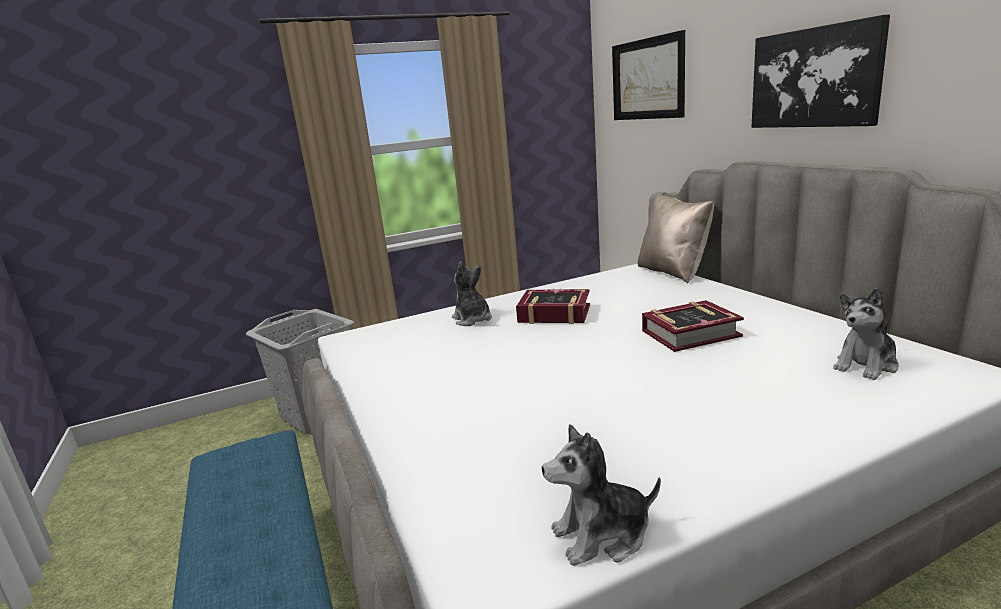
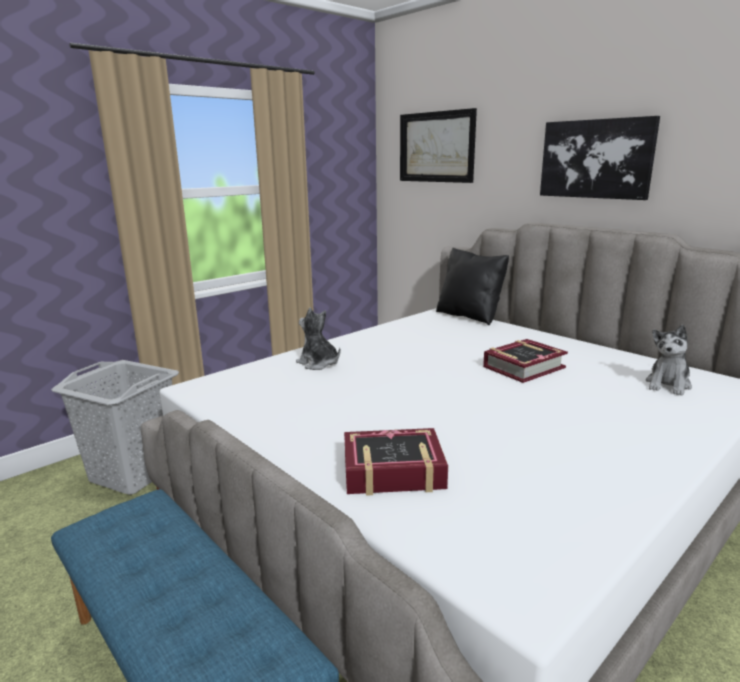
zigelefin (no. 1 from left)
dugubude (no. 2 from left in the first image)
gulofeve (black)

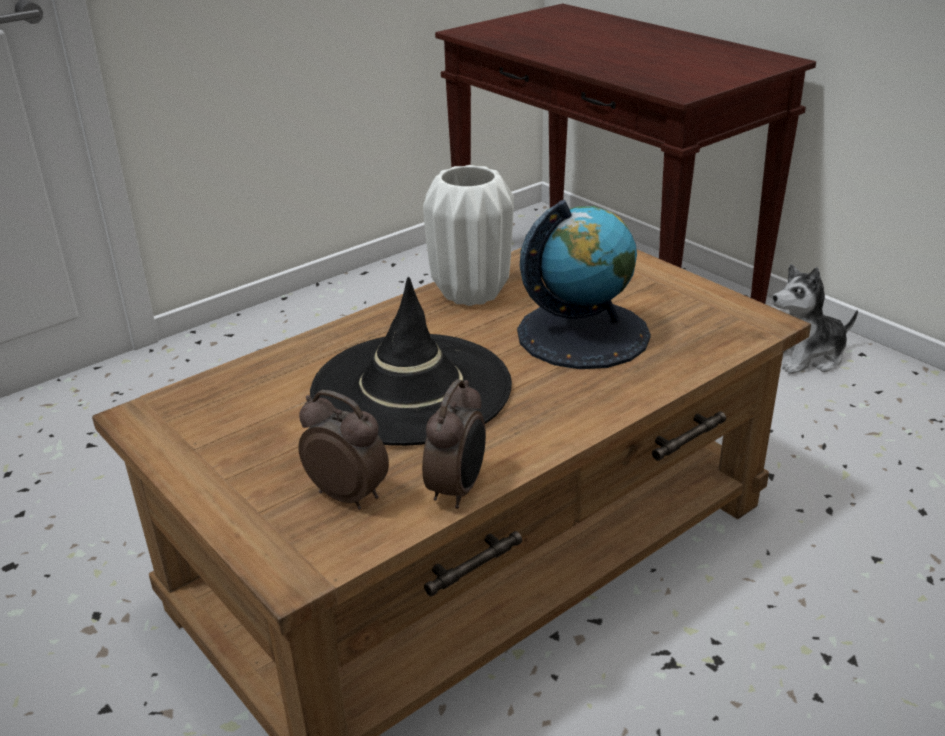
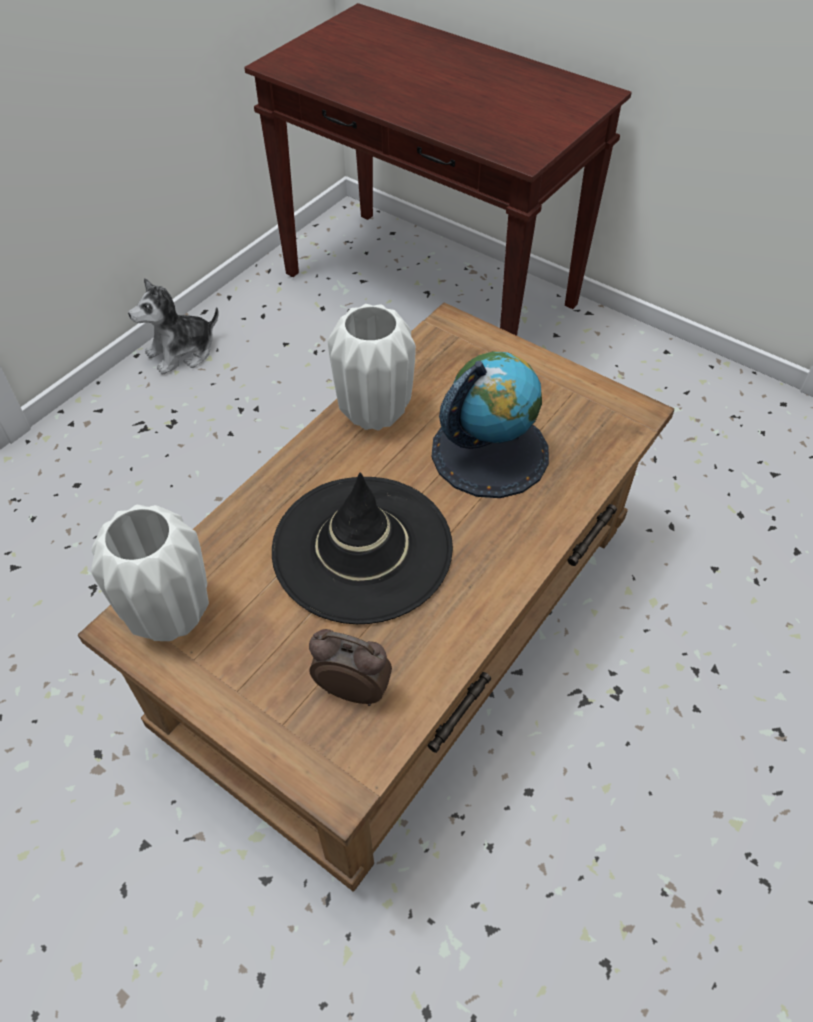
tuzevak (no. 2 from left in the first image)
dugubude
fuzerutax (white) (no. 1 from left)

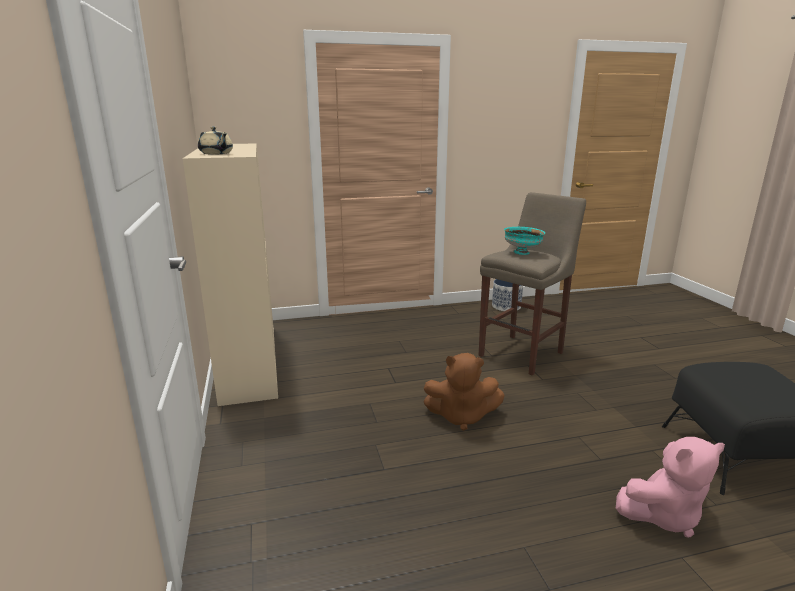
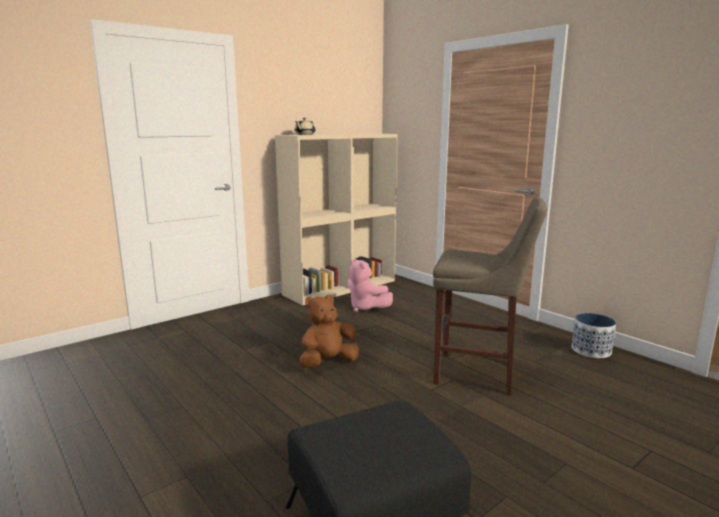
dugubude (brown)
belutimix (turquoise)
dugubude (pink)

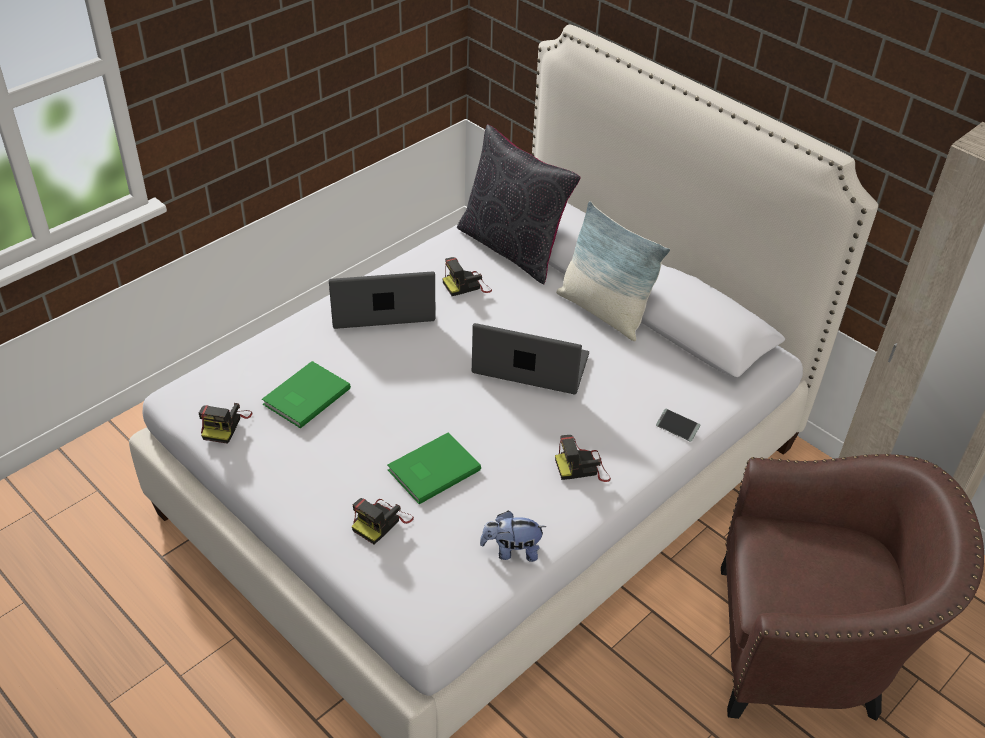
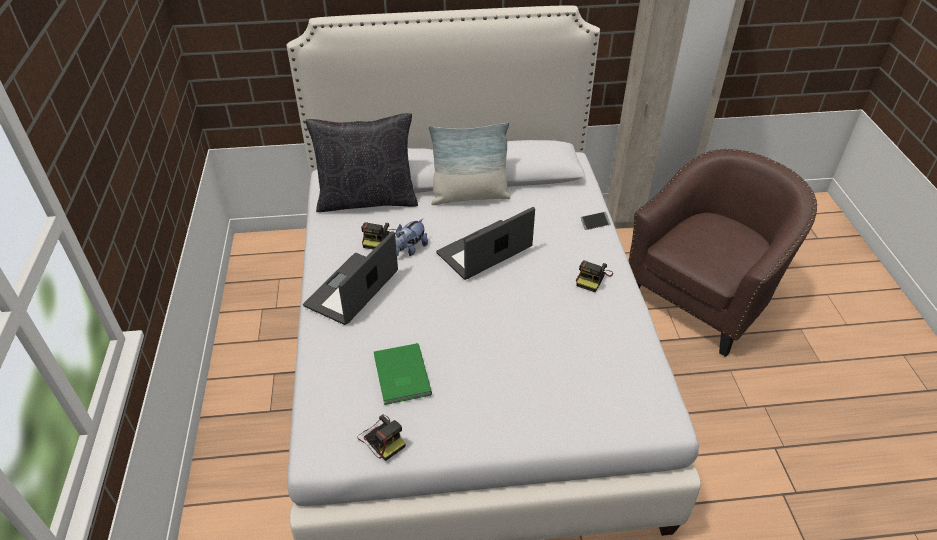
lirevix (no. 2 from left in the first image)
zigelefin (green) (no. 2 from left in the first image)
dugubude

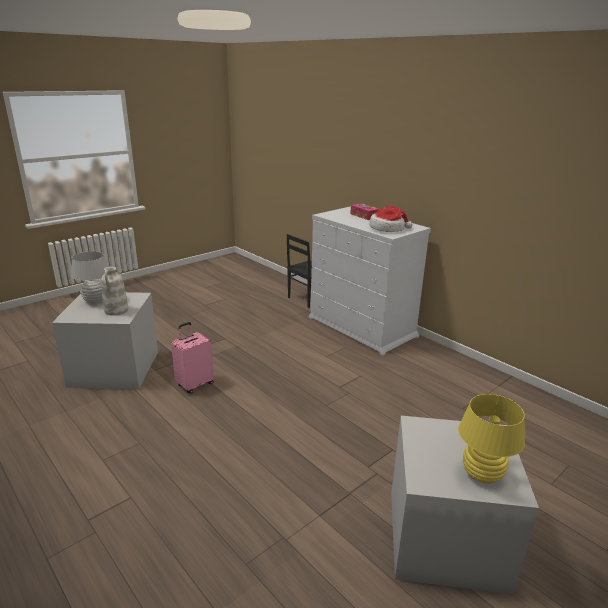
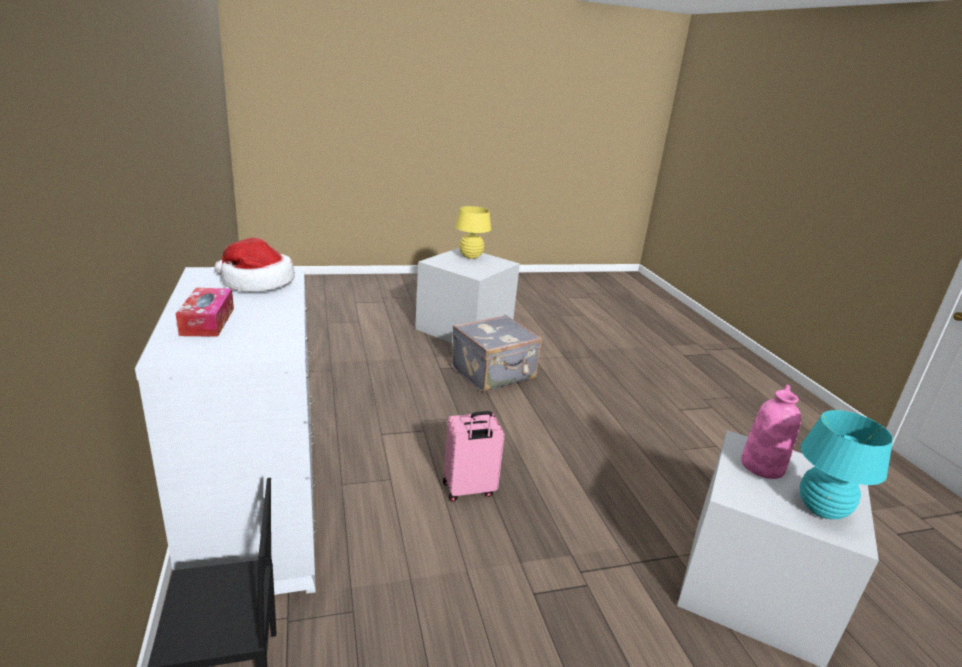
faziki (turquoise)
fuzerutax (pink)
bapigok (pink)
bapigok (grey)

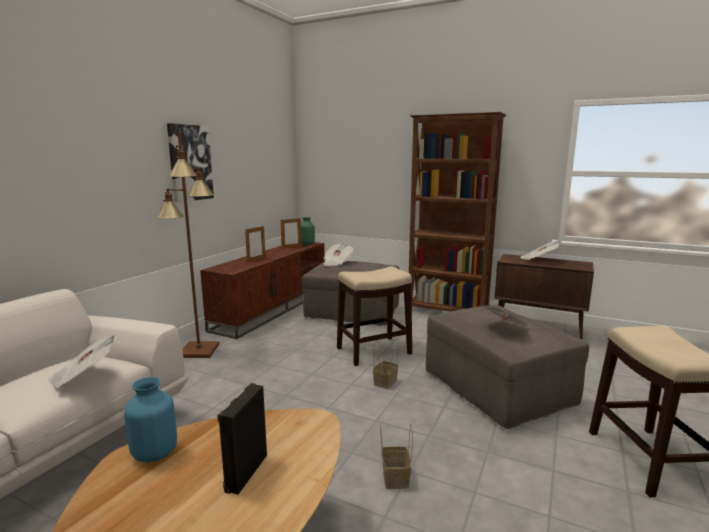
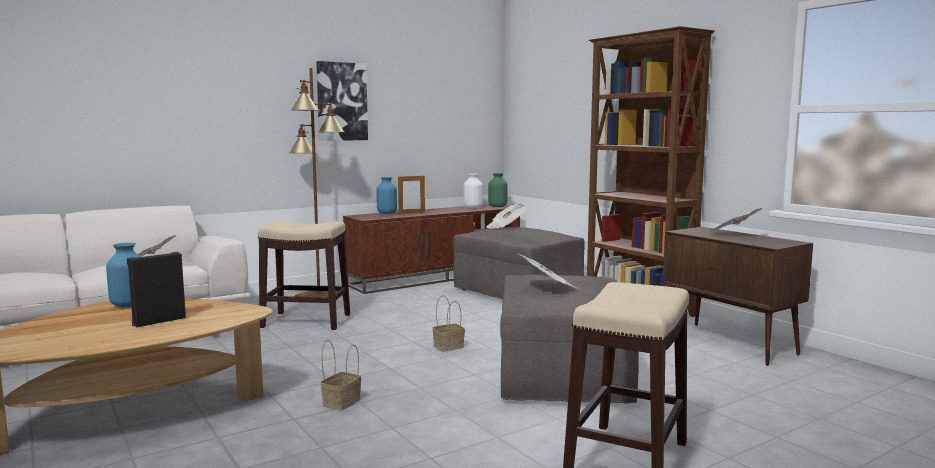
fuzerutax (white)
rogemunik (no. 1 from left)
fuzerutax (blue) (no. 2 from left)

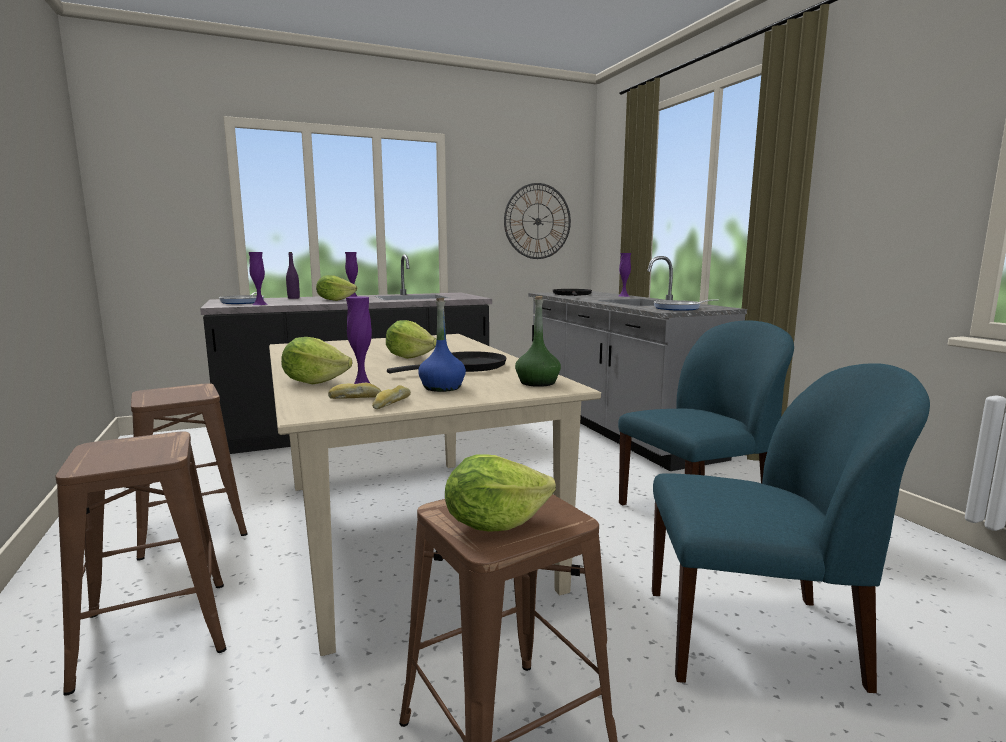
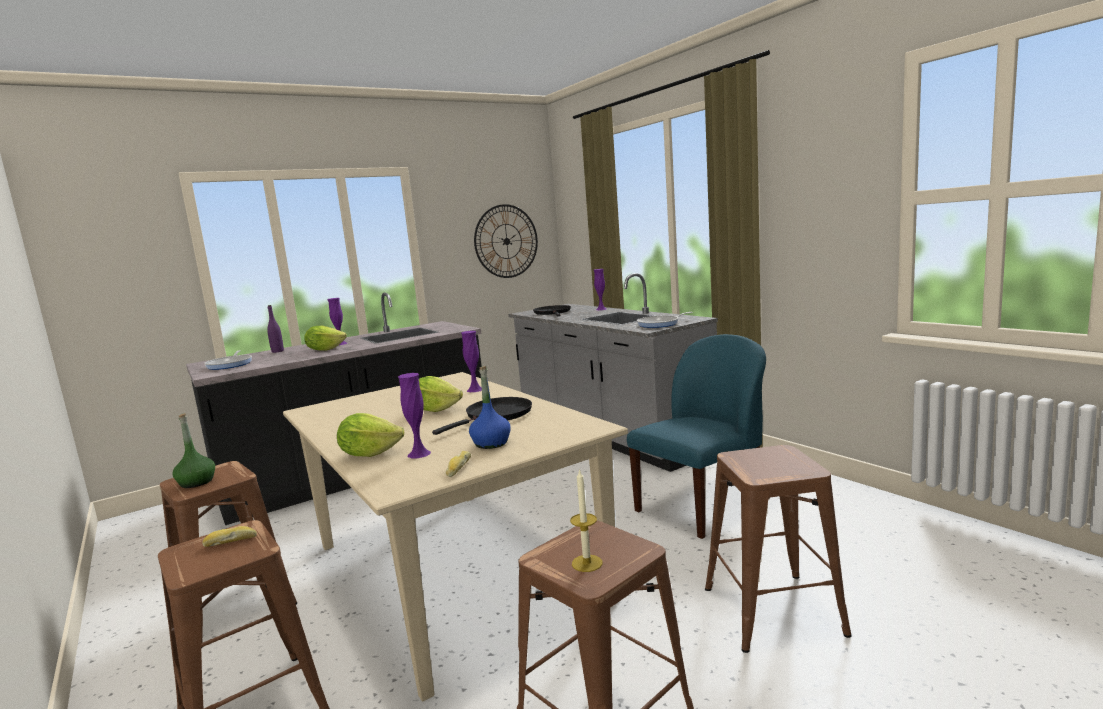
fuzerutax (purple) (no. 3 from left)
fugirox (no. 1 from left)
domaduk
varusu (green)
rogemunik (brown) (no. 4 from left)

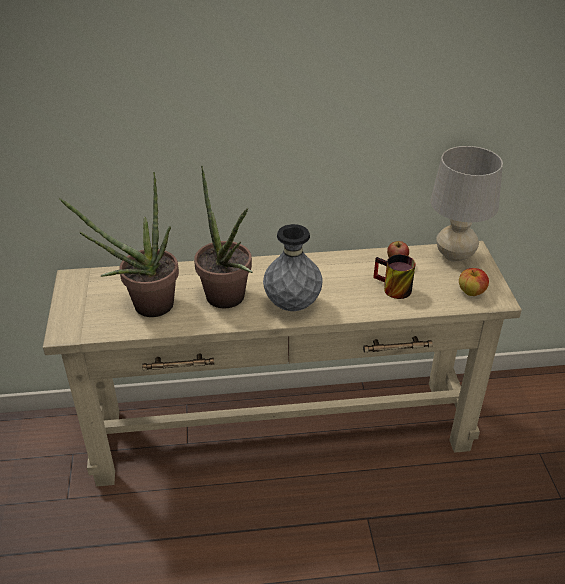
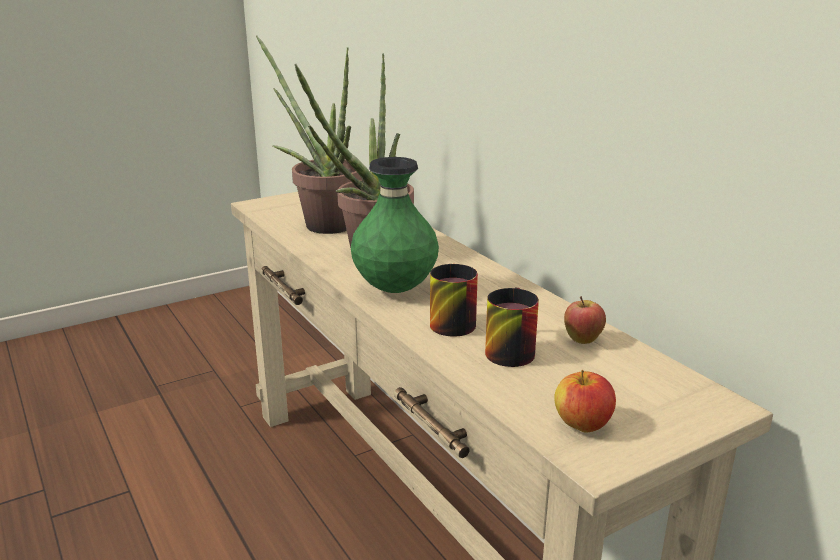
fuzerutax (green)
faziki (beige)
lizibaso (no. 1 from left)

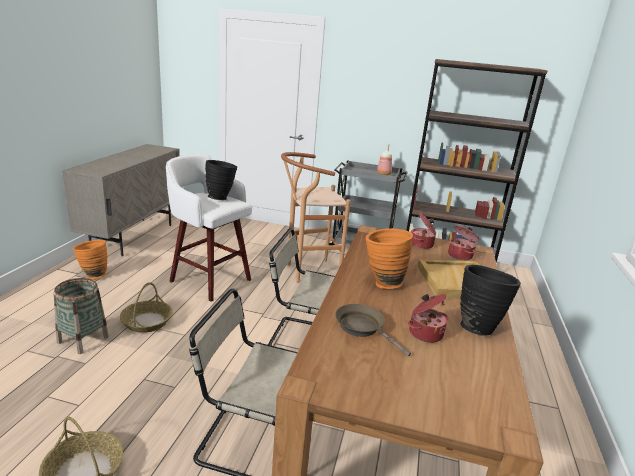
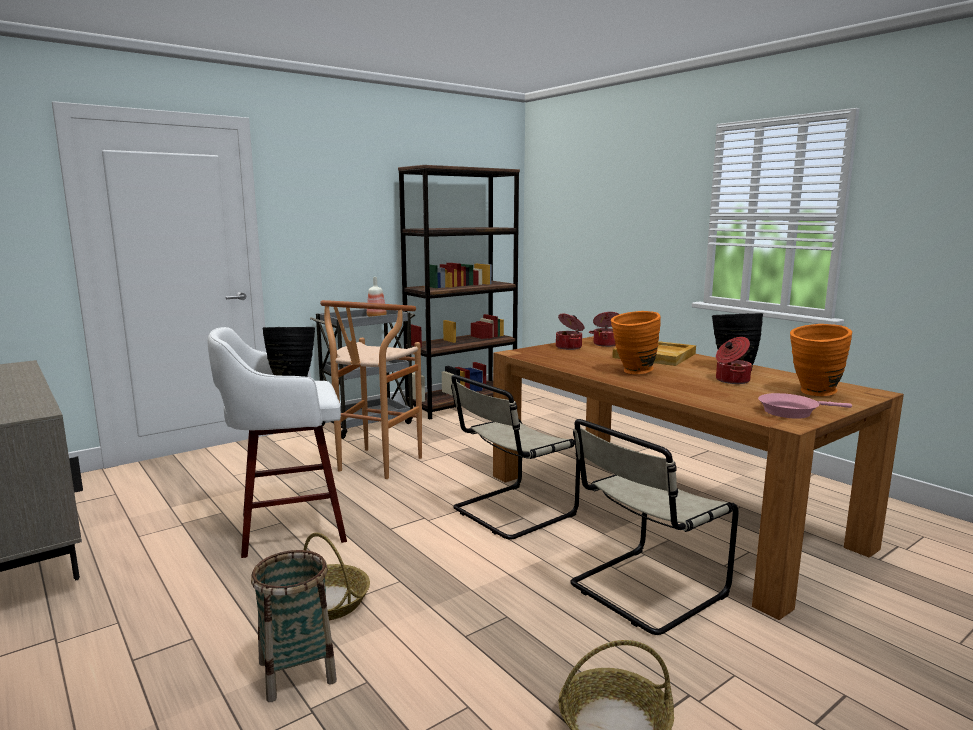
fuzerutax (orange) (no. 2 from left)
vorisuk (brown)
vorisuk (pink)

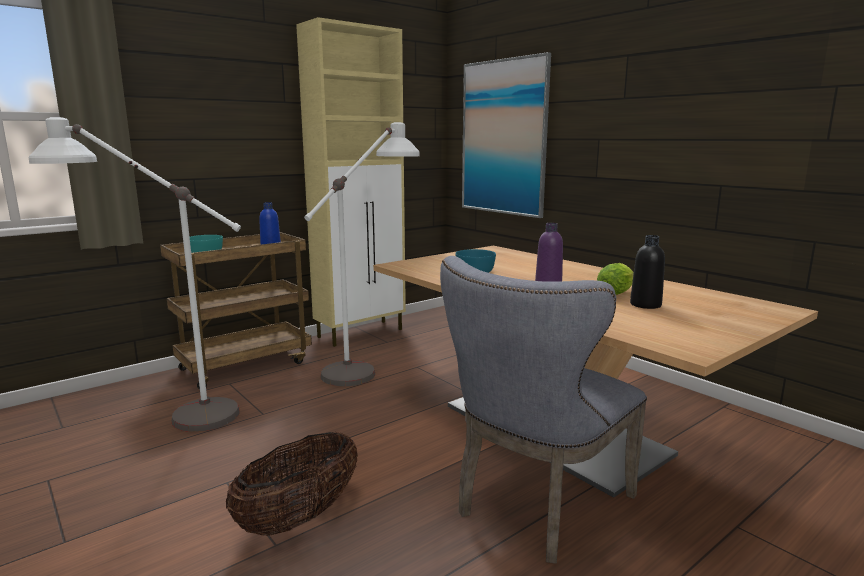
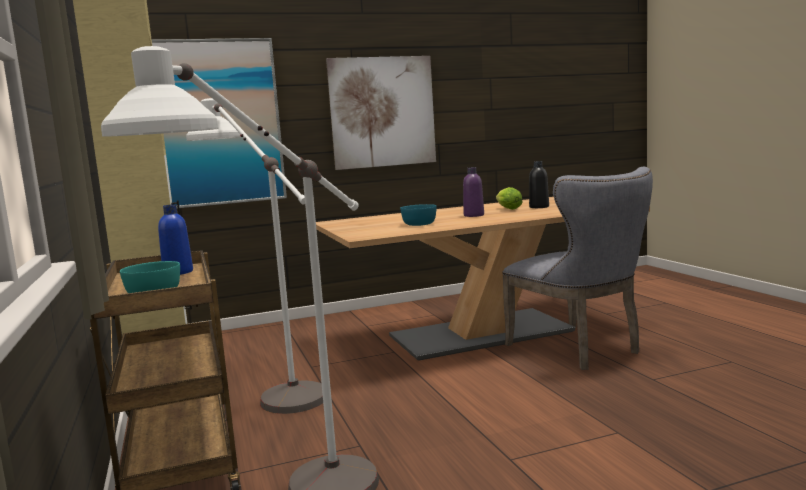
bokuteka
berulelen (no. 2 from left)

